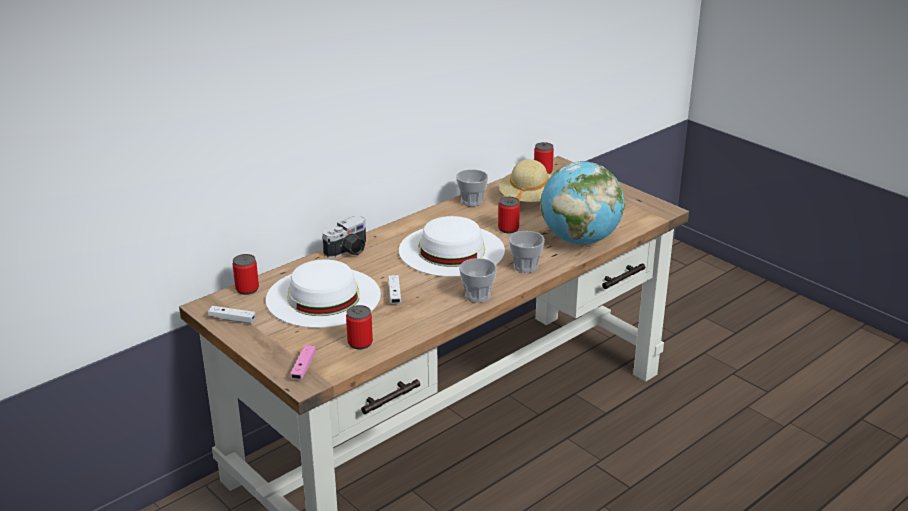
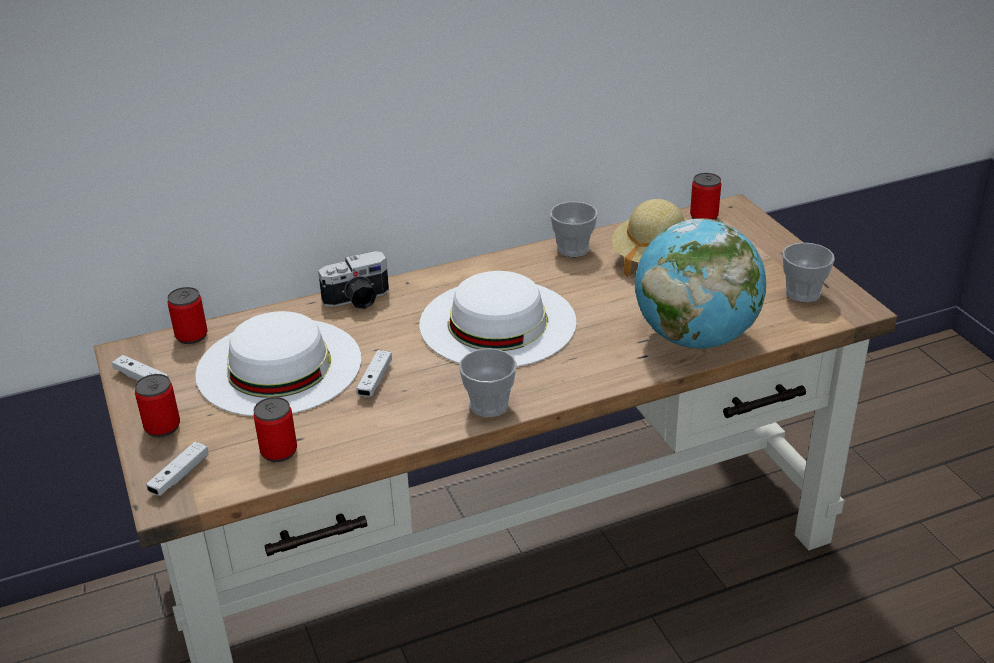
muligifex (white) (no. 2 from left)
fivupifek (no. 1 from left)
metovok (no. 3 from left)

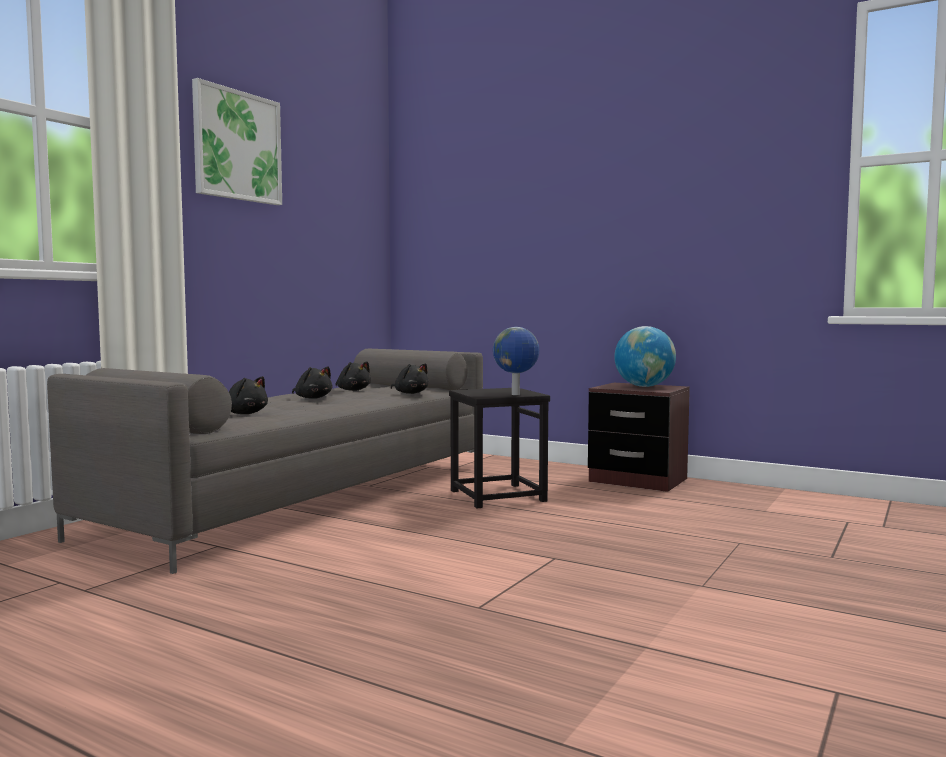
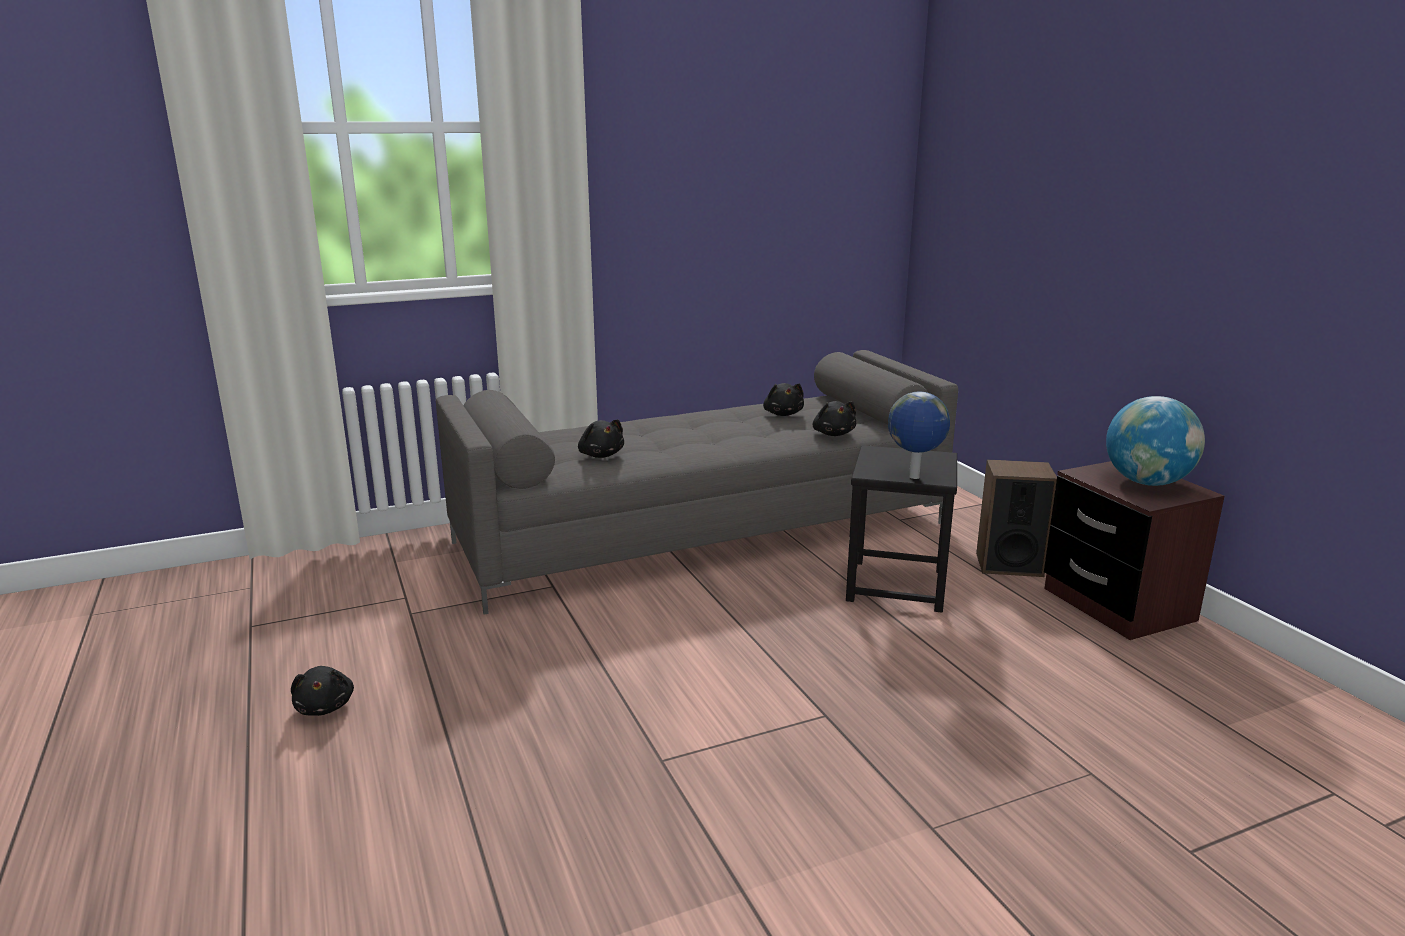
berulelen
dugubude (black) (no. 1 from left)
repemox

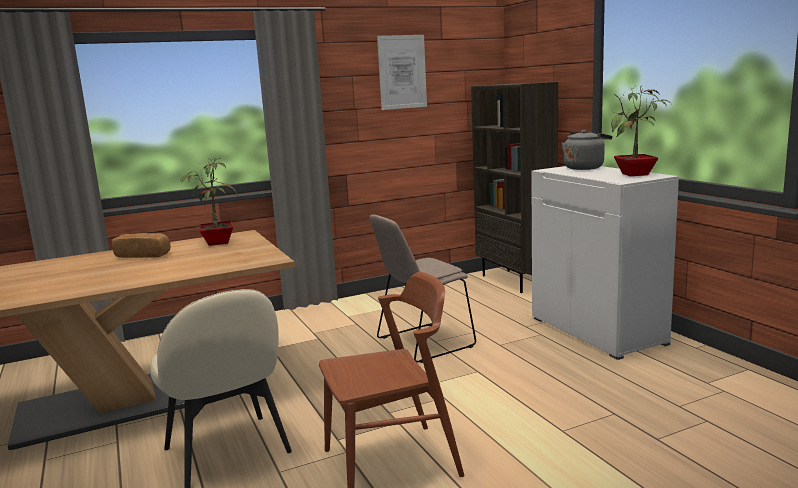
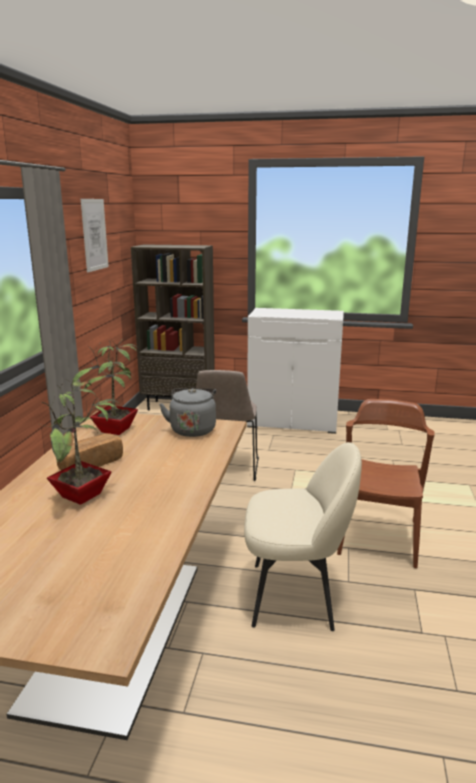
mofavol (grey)
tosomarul (no. 1 from left)

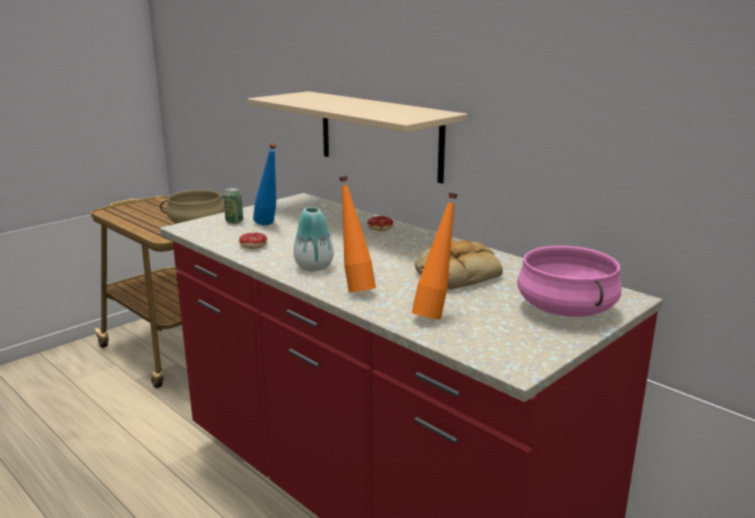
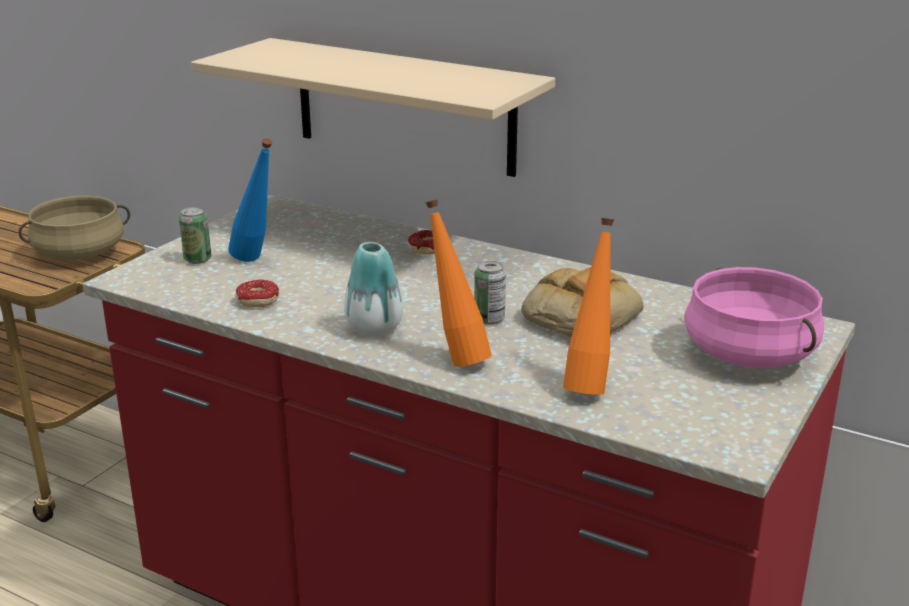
fivupifek (no. 2 from left)

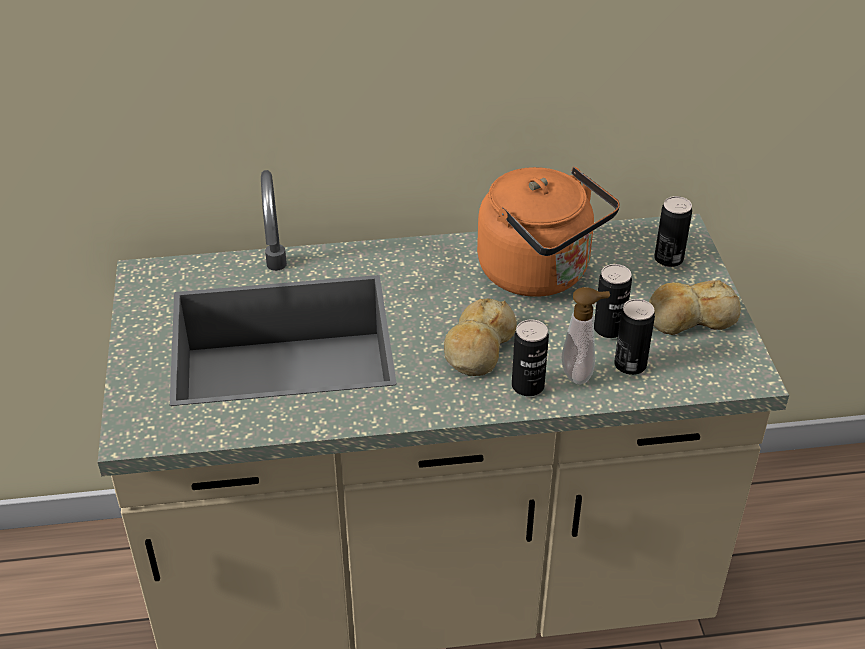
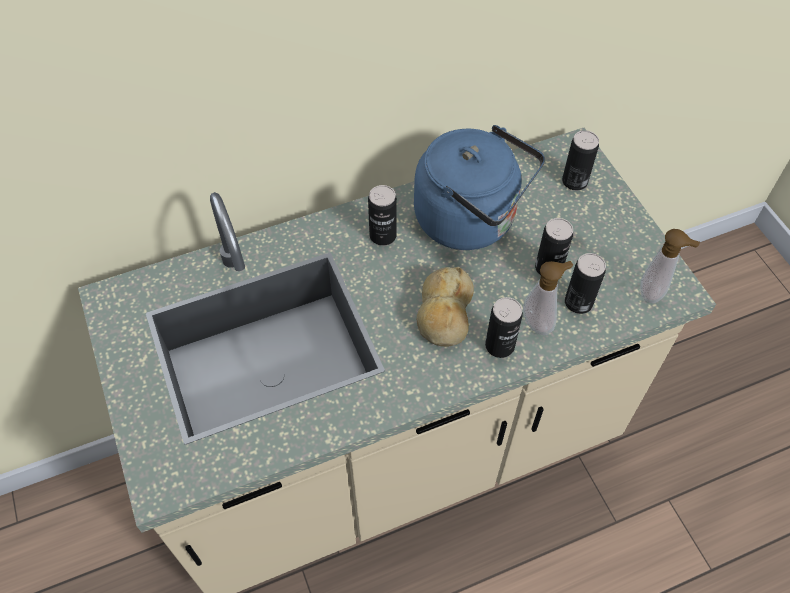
mofavol (blue)
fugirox (no. 2 from left in the first image)
fivupifek (no. 1 from left)
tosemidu (no. 2 from left)

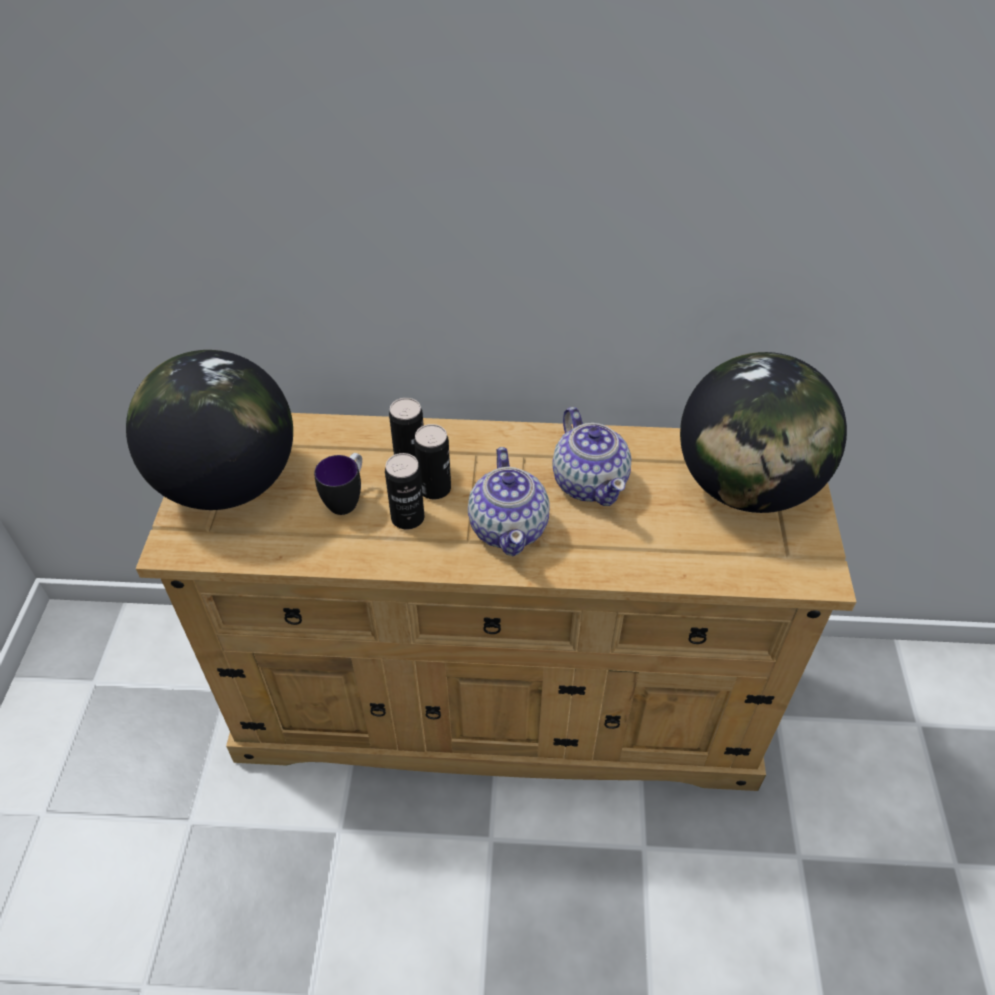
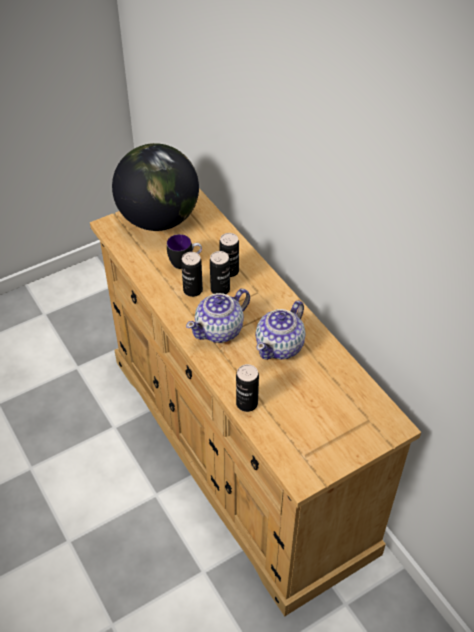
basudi (no. 2 from left in the first image)
fivupifek (no. 4 from left)

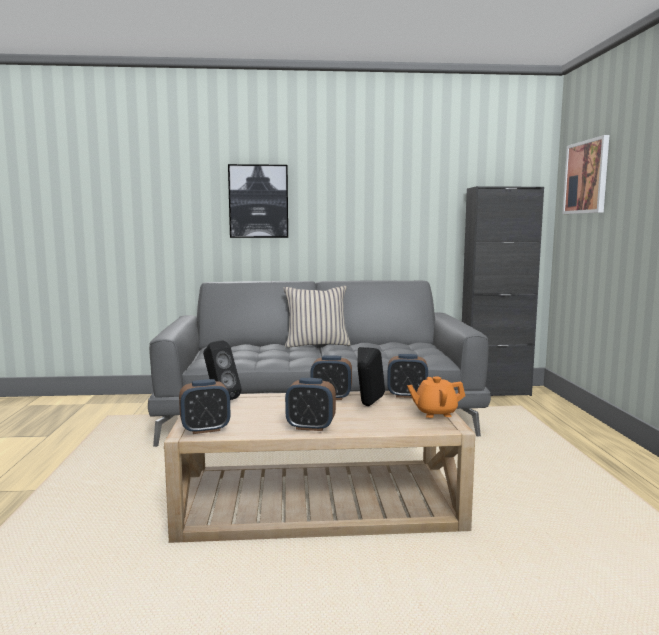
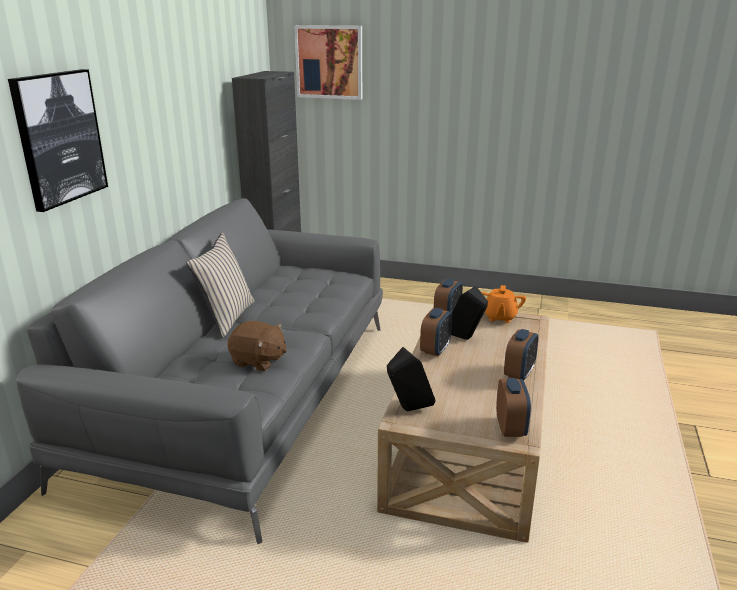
dugubude (brown)

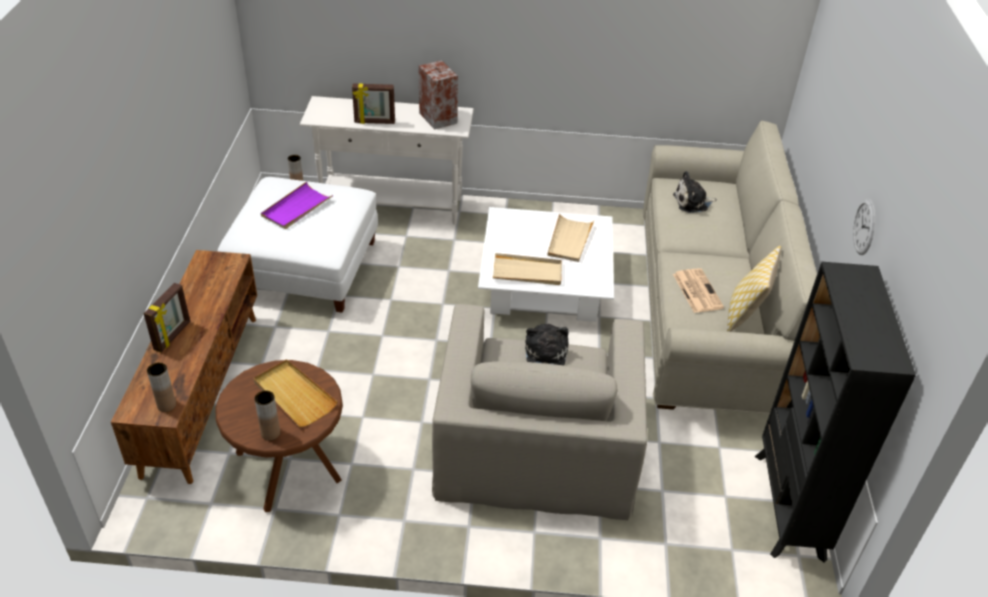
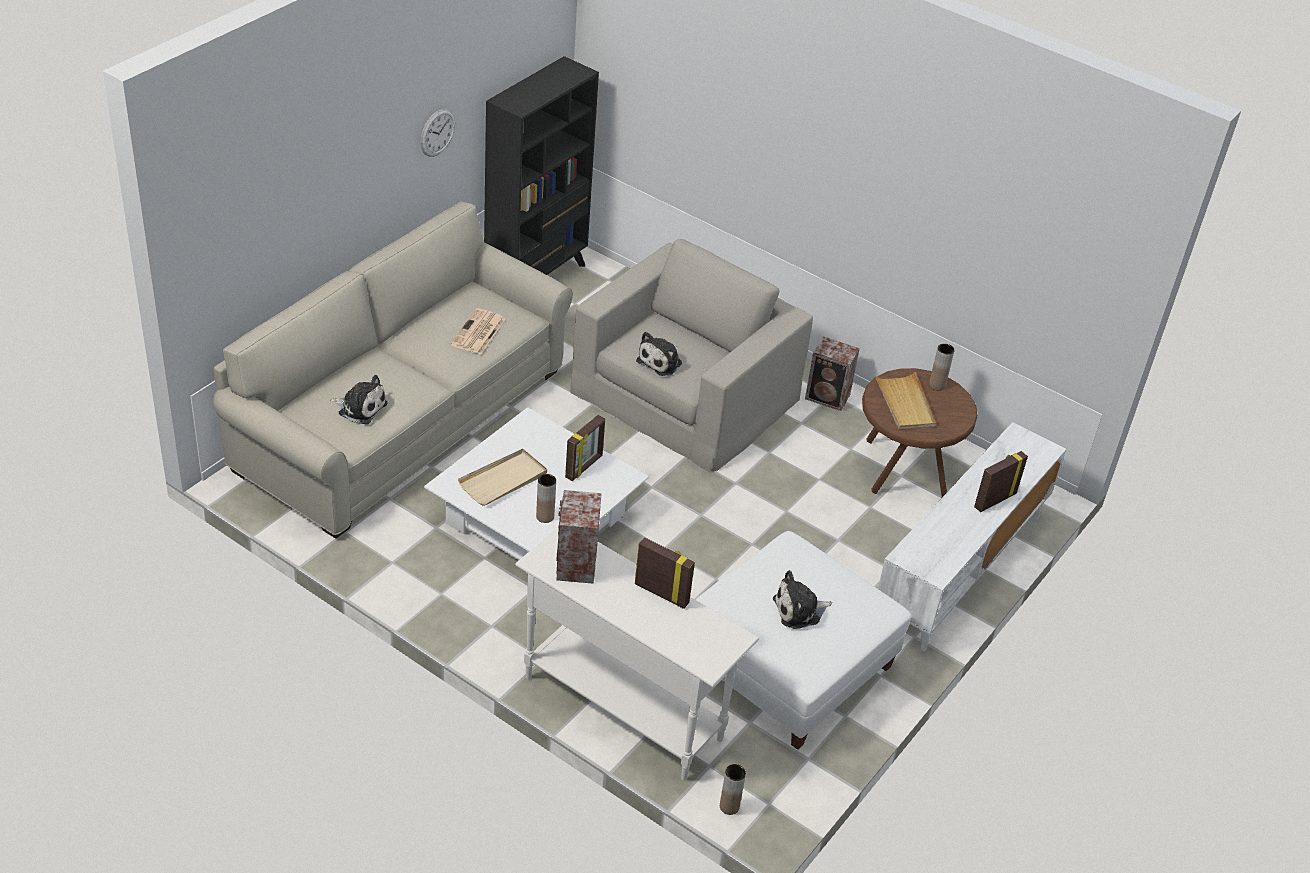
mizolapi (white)
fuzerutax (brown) (no. 1 from left)
dugubude (no. 3 from left)
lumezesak (no. 1 from left)
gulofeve
repemox (no. 2 from left)

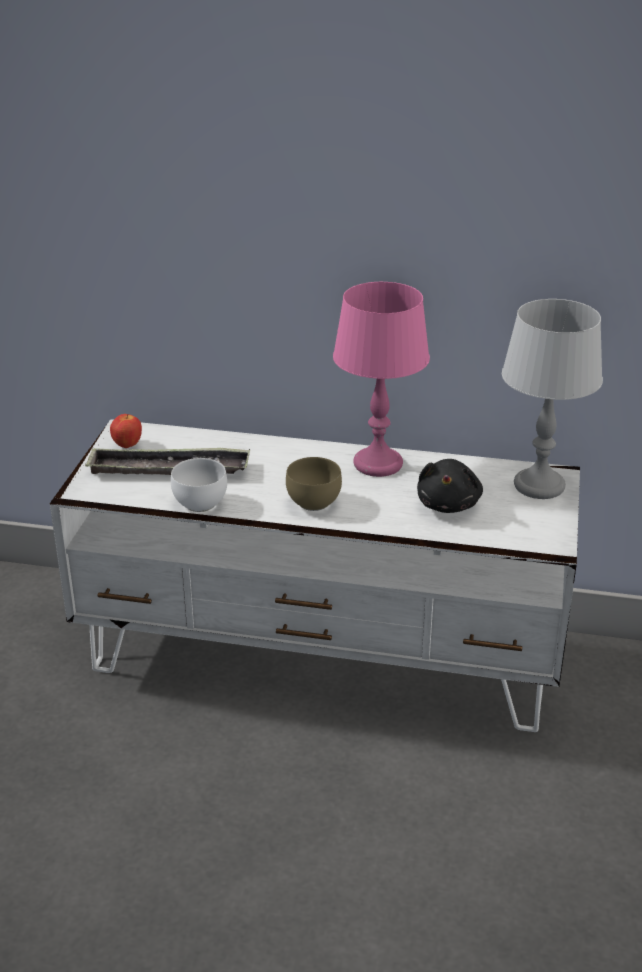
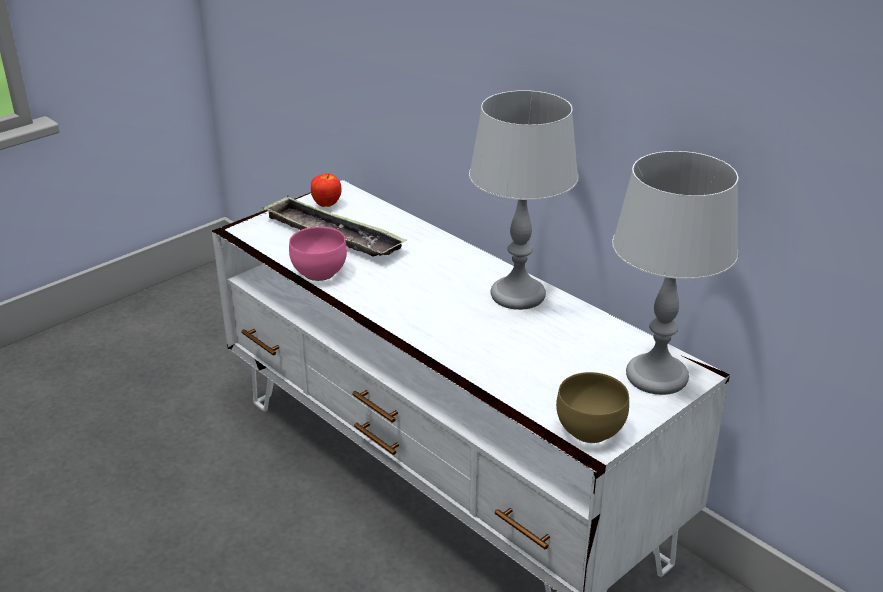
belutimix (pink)
belutimix (brown)
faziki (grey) (no. 1 from left)
dugubude (black)

